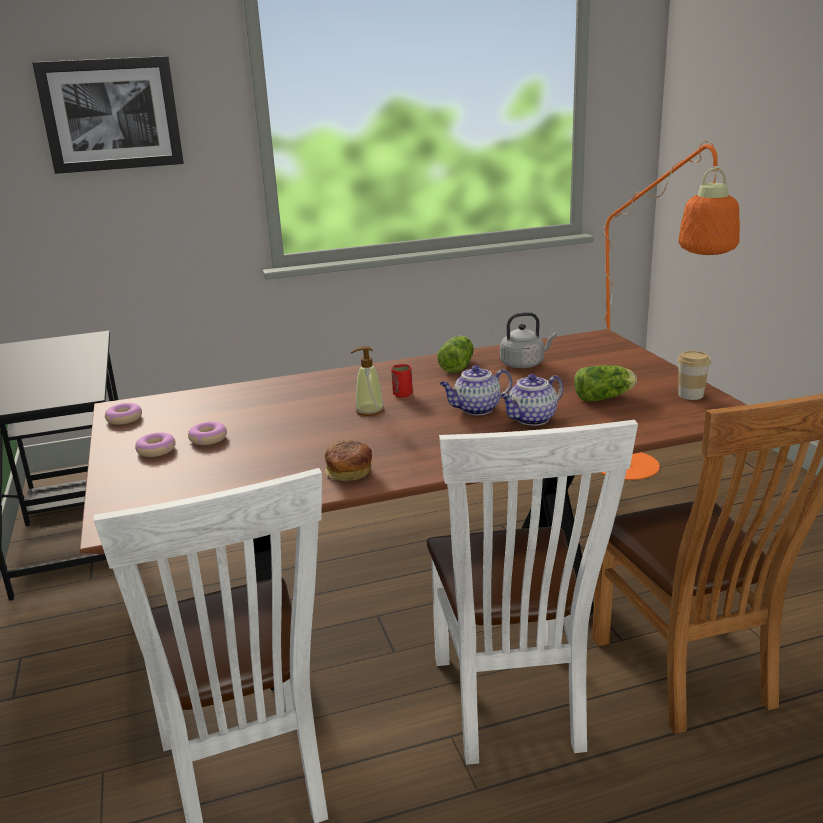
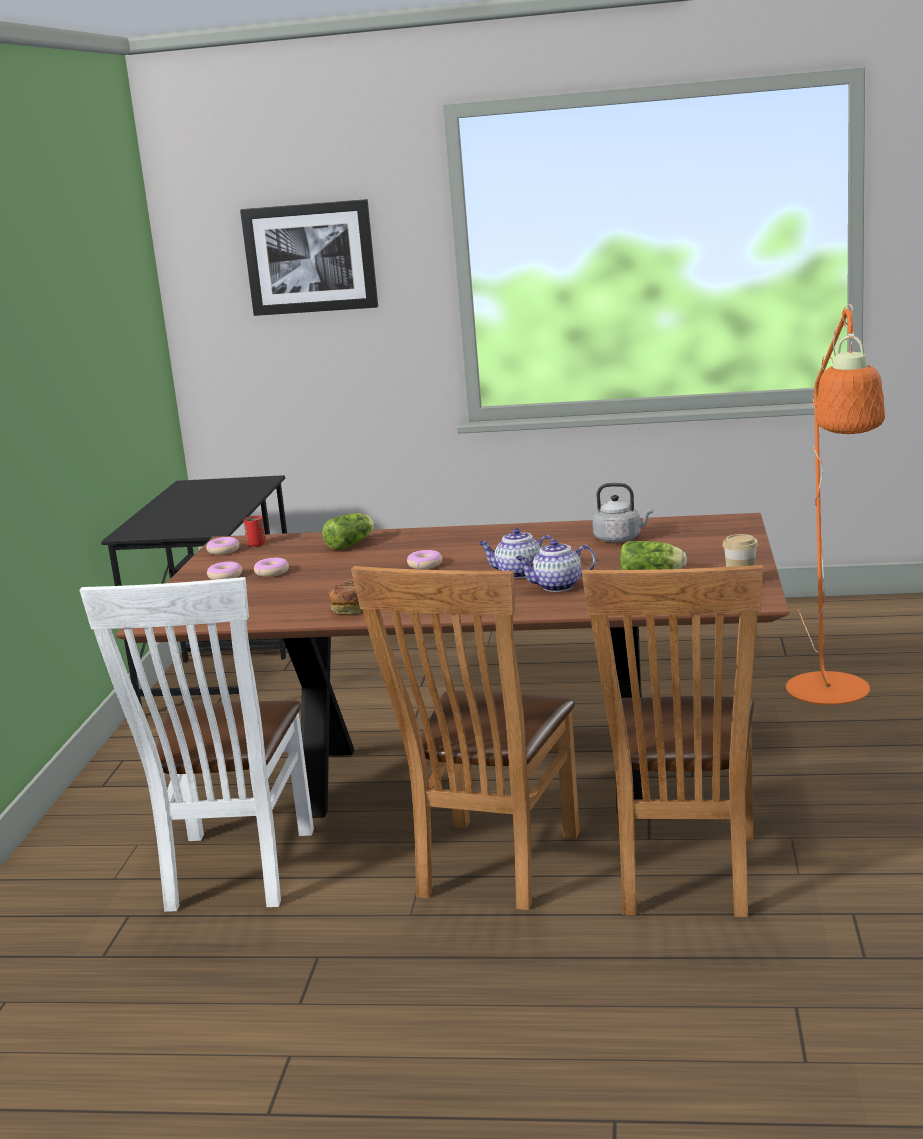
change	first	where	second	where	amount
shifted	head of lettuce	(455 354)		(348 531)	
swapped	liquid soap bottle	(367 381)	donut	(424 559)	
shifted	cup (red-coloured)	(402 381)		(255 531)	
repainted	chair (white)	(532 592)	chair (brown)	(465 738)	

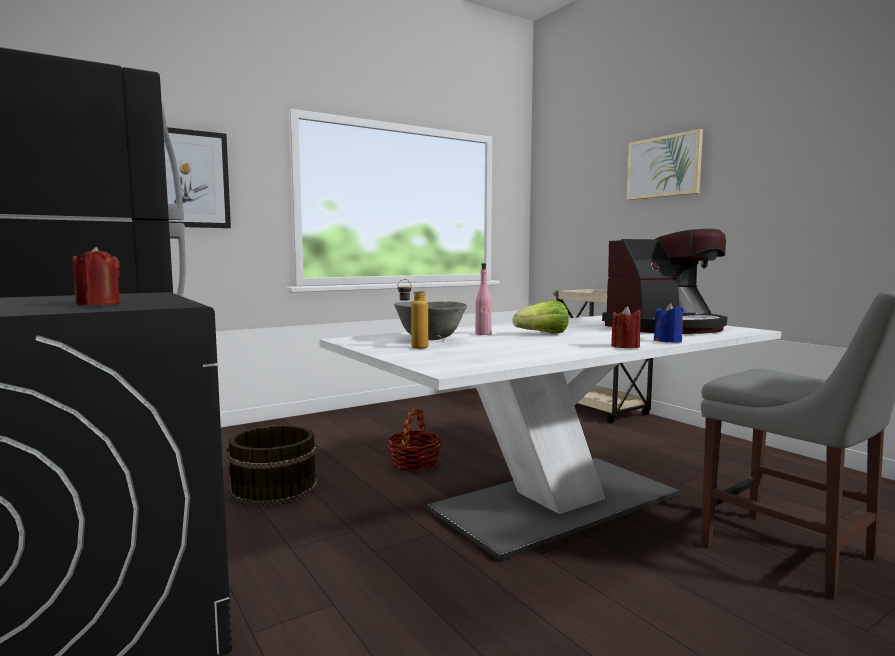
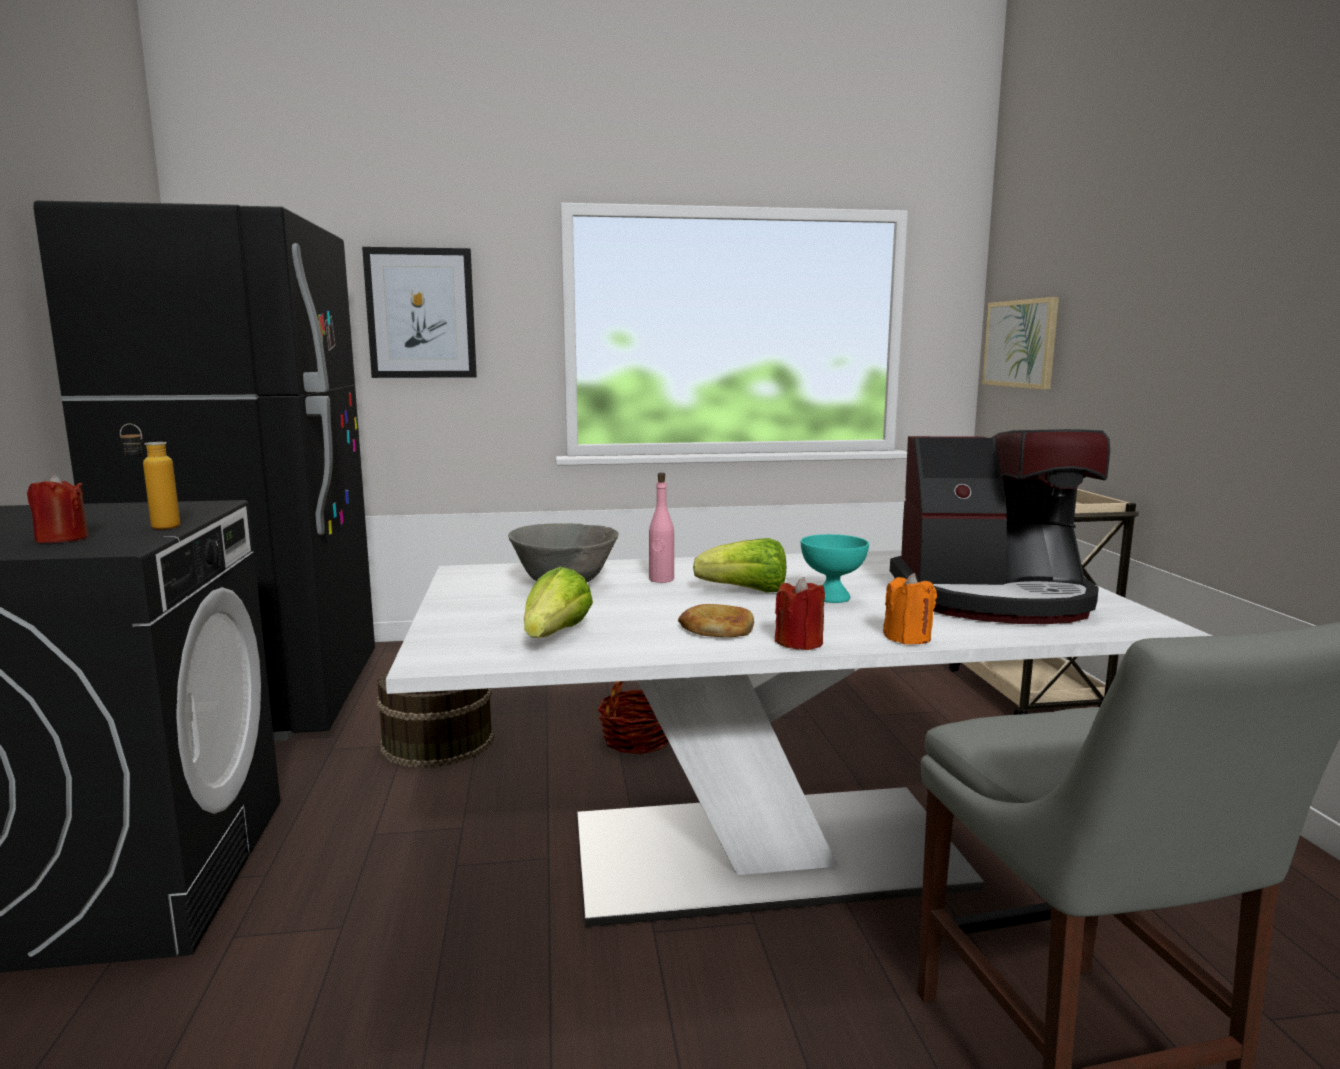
change	first	where	second	where	amount
shifted	picture	(665 164)		(1020 343)	
shifted	beverage bottle	(412 314)		(150 476)	
repainted	wax light (blue)	(668 323)	wax light (orangey)	(910 608)	
new			serving bowl (blue-green)	(835 568)	
new			head of lettuce	(558 602)	
new			baked bread	(716 620)	

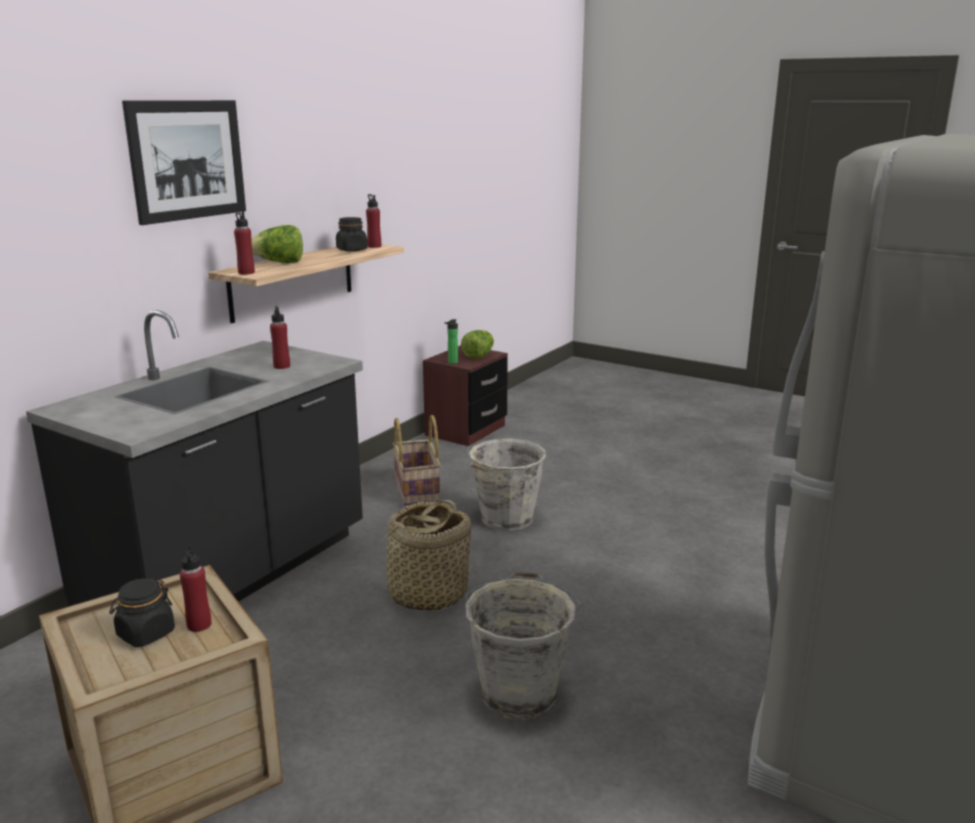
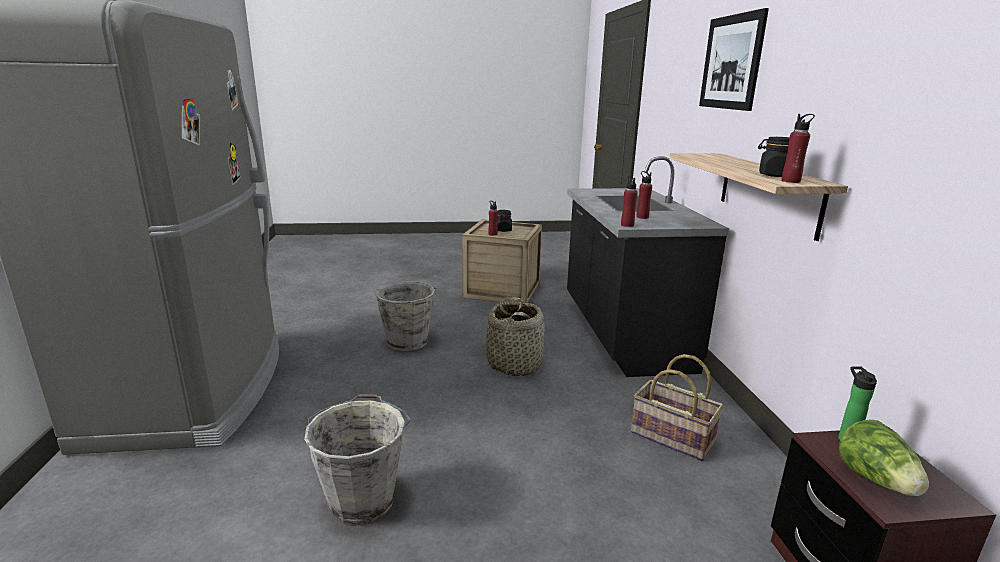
change	first	where	second	where	amount
shifted	beverage bottle (red-coloured)	(244 243)		(629 201)	
gone	head of lettuce	(277 244)			
shifted	water bucket (greyish)	(506 485)		(357 459)	

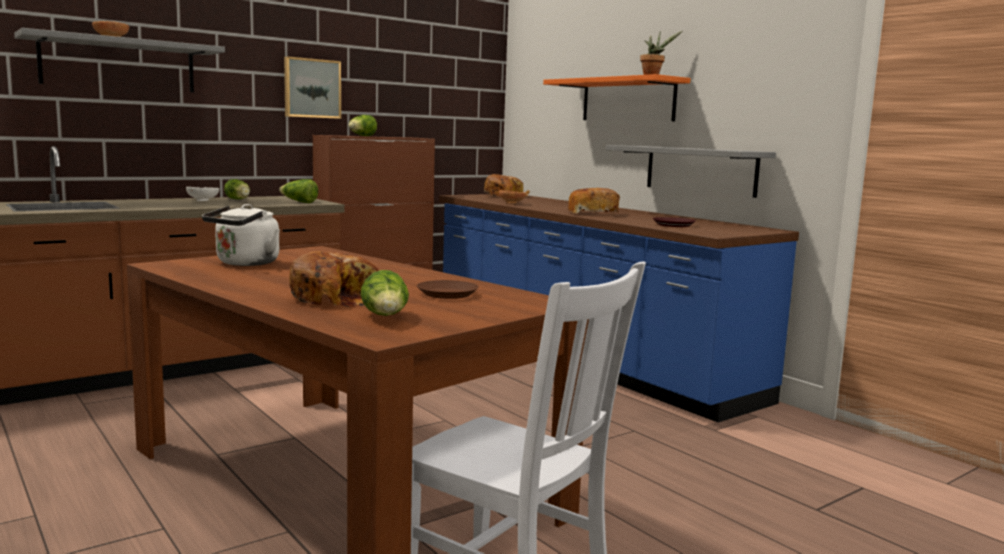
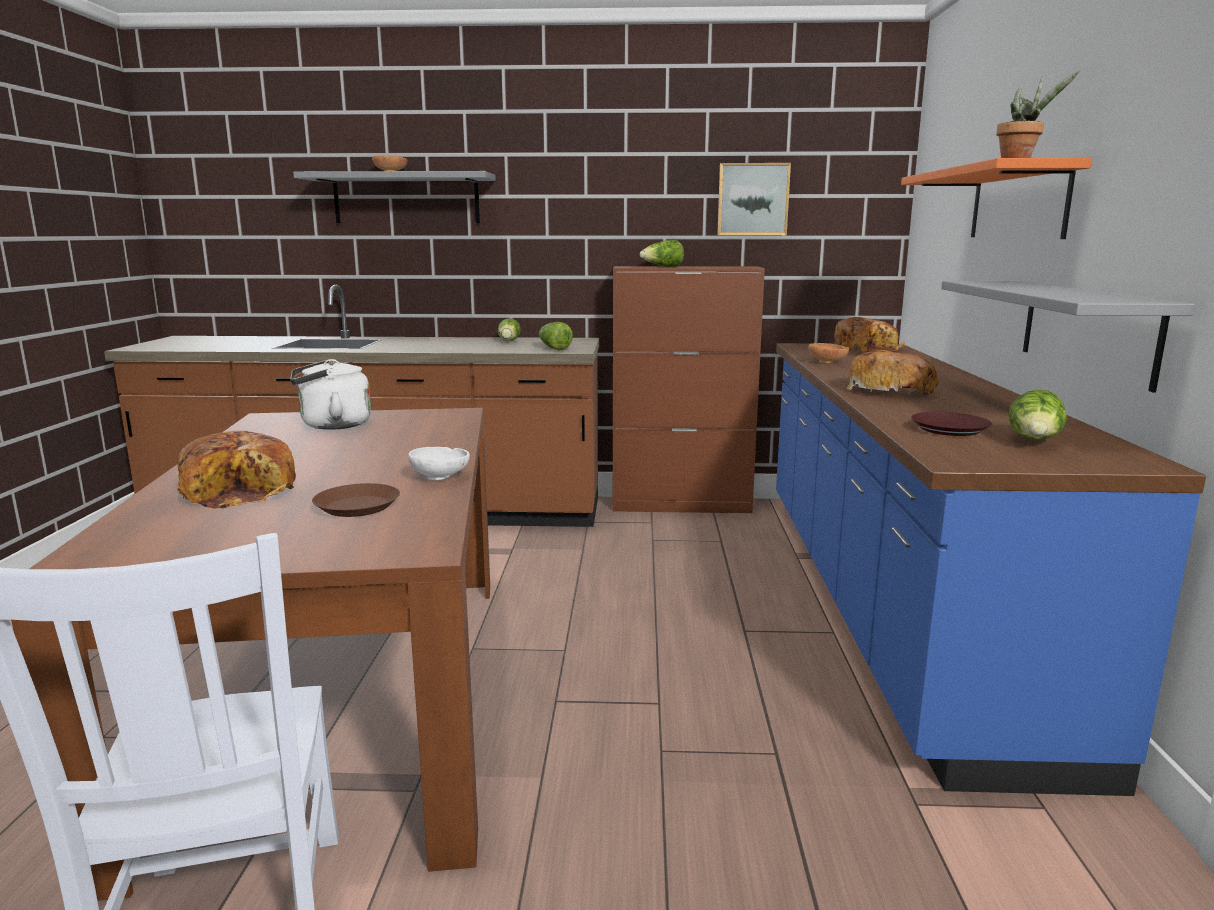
change	first	where	second	where	amount
shifted	picture	(312 87)		(754 199)	
shifted	serving bowl (white)	(202 194)		(439 463)	
shifted	head of lettuce	(385 293)		(1037 414)	

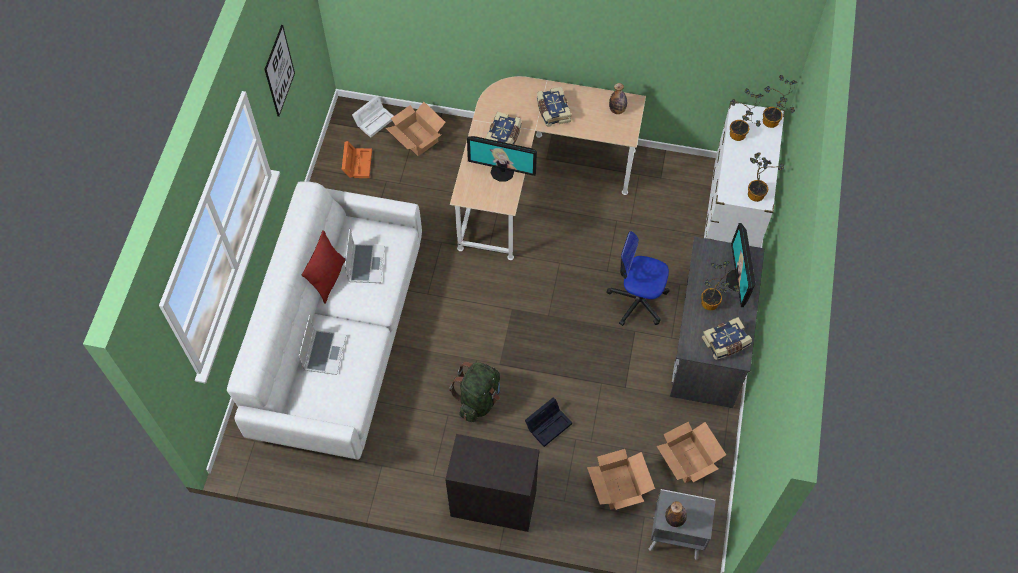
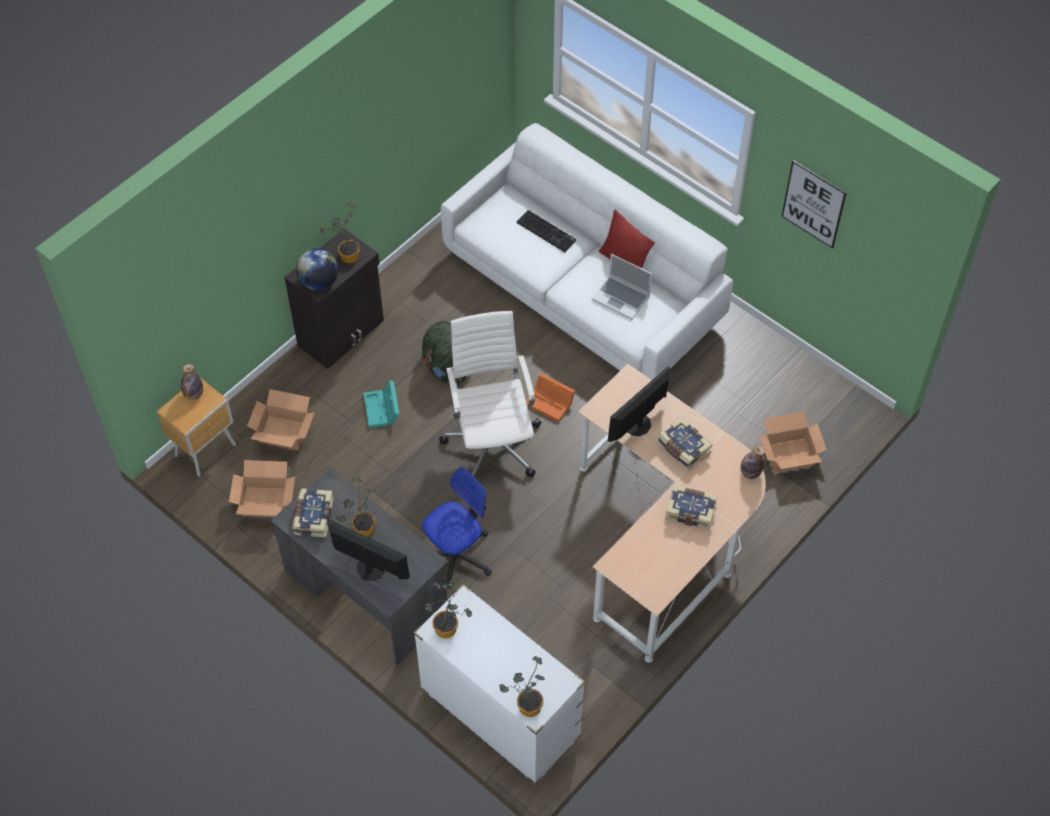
change	first	where	second	where	amount
shifted	beverage bottle	(618 98)		(752 462)	
shifted	plant in a pot	(746 114)		(340 233)	
gone	storage box (white)	(373 116)			
shifted	storage box (orangey)	(357 159)		(550 397)	
swapped	notebook computer	(322 345)	keyboard	(546 231)	
repainted	storage box (black)	(548 422)	storage box (blue-green)	(381 404)	
repainted	bedside table (greyish)	(682 524)	bedside table (brown)	(196 427)	
new			desk globe	(317 269)	
new			desk chair (white)	(490 394)	

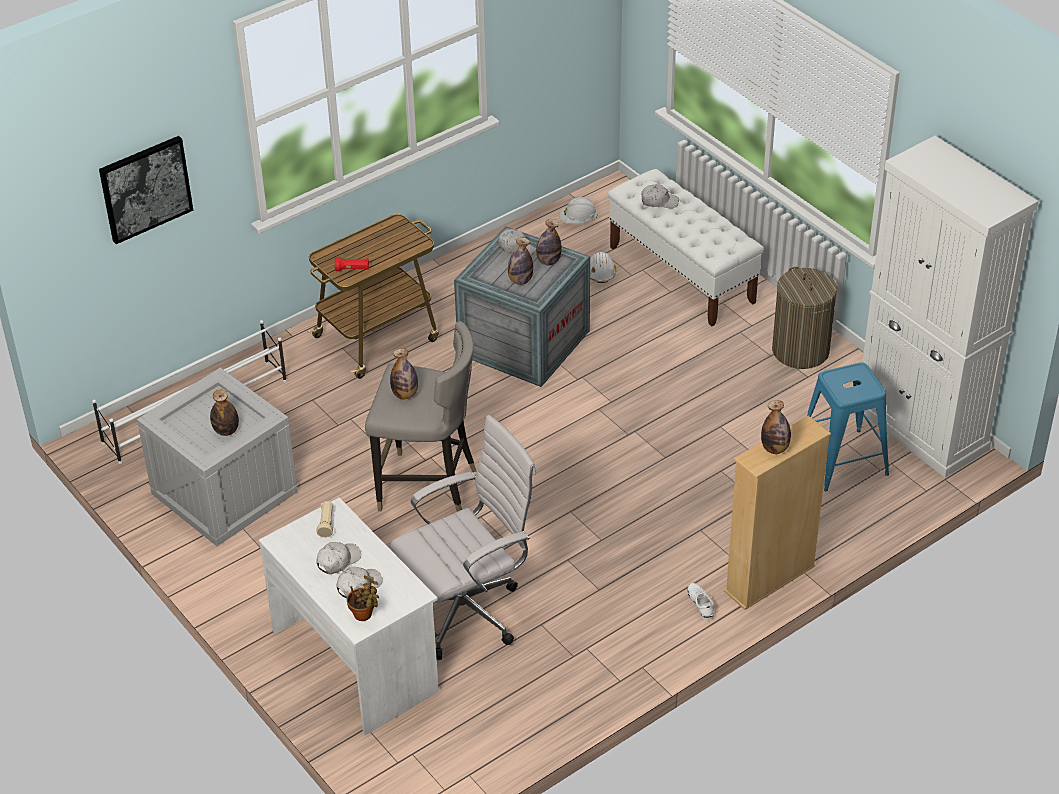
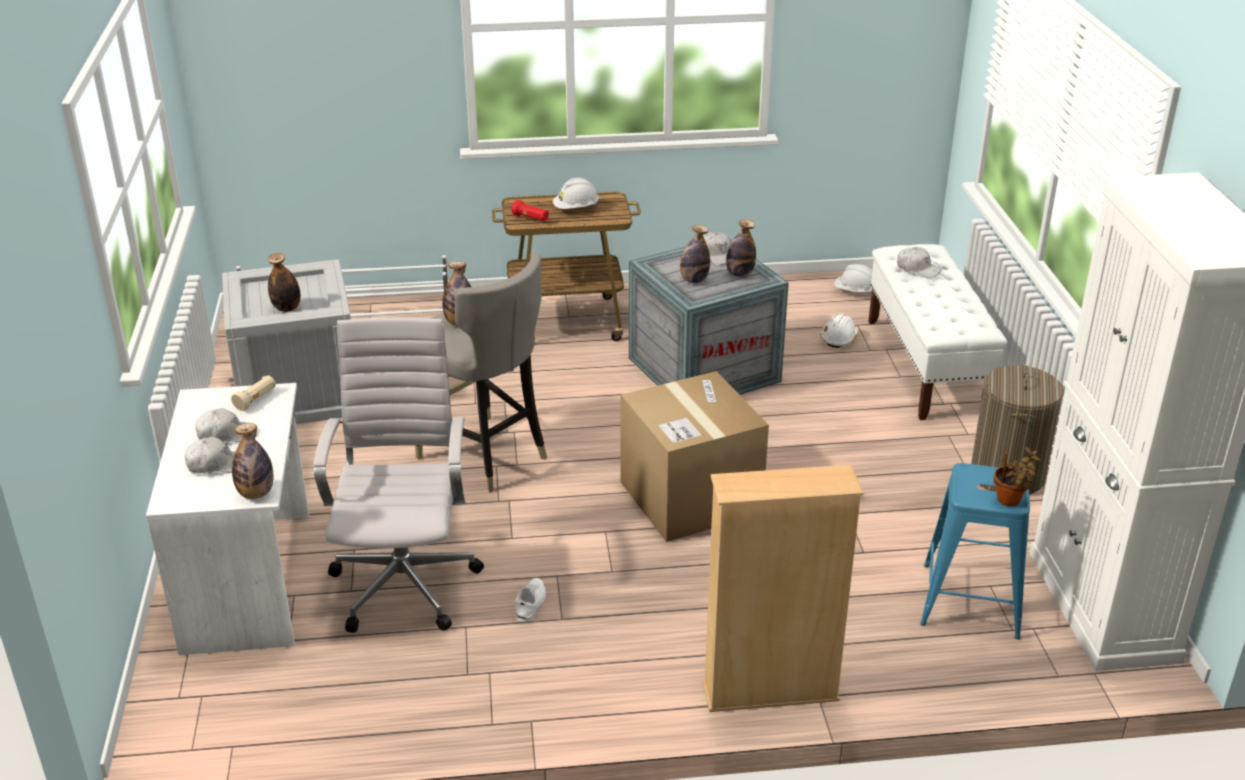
change	first	where	second	where	amount
gone	picture	(146 190)			
shifted	beverage bottle	(776 427)		(252 461)	
rotated	desk chair (white)	(463 537)		(398 475)	90 degrees counterclockwise
shifted	plant in a pot	(363 598)		(1017 476)	
shifted	shoe (white)	(700 601)		(530 600)	
new			safety helmet (white)	(576 193)	
new			packing box	(694 456)	

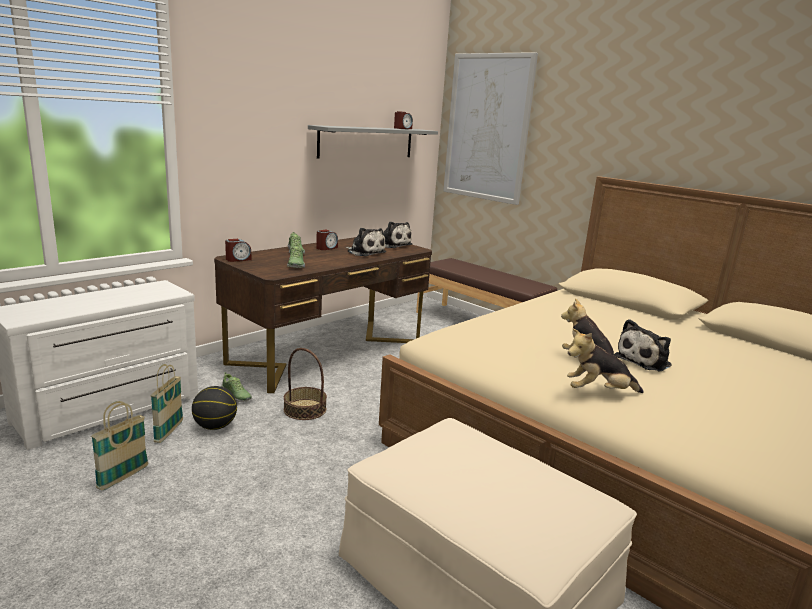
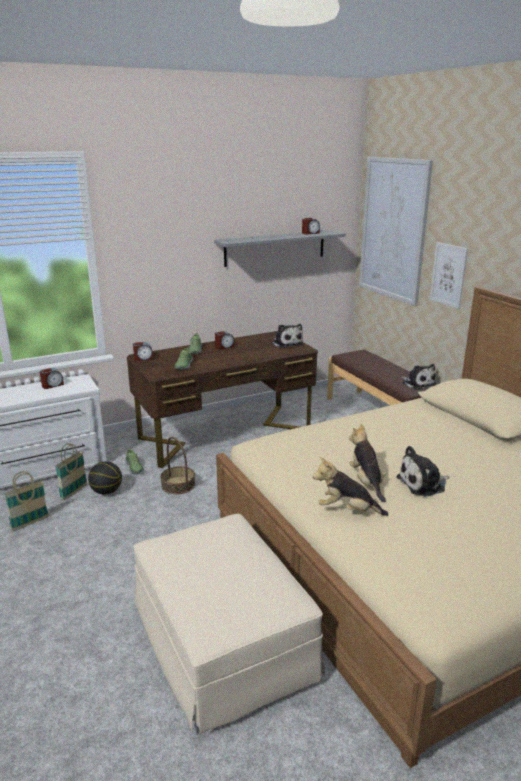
change	first	where	second	where	amount
shifted	cuddly toy	(365 242)		(418 377)	
new			picture	(449 275)	
new			alarm clock	(52 378)	

